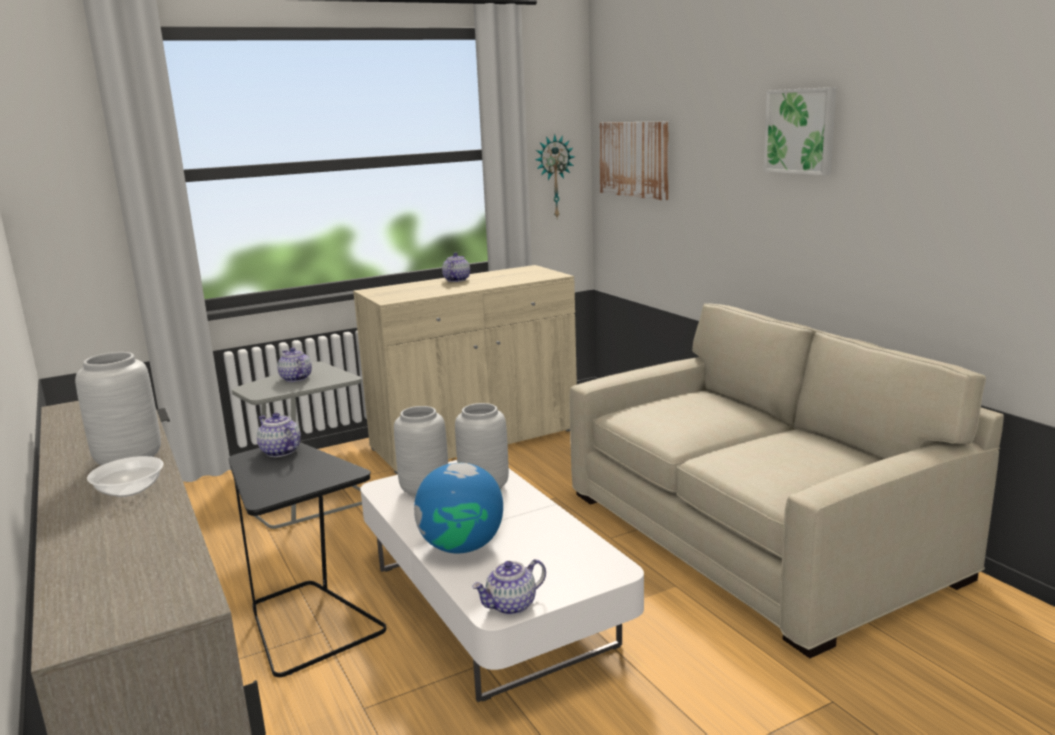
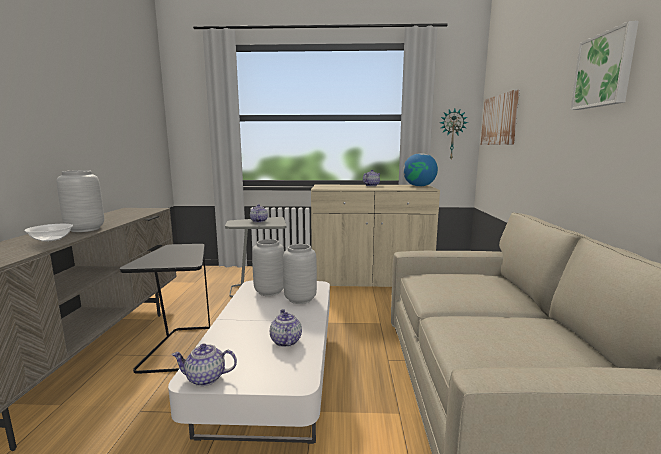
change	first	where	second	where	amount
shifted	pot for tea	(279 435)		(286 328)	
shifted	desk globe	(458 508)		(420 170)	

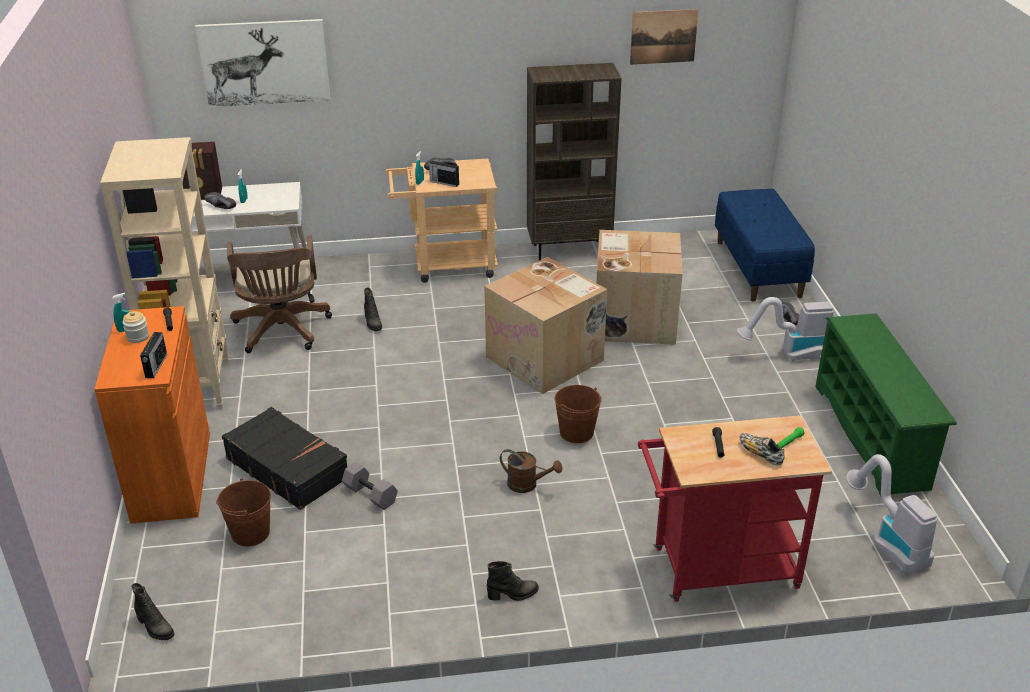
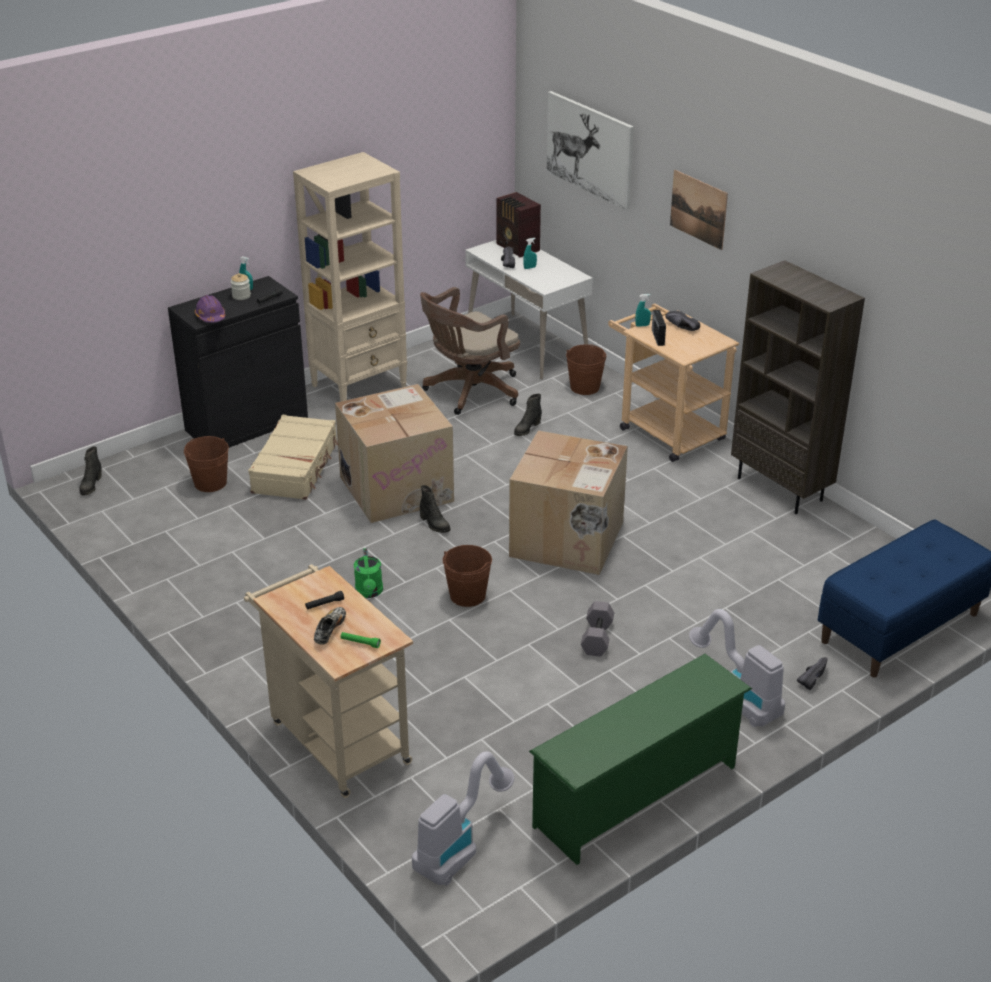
change	first	where	second	where	amount
shifted	picture	(664 37)		(699 210)	
shifted	packing box	(639 287)		(394 453)	
repainted	cabinet (orangey)	(152 415)	cabinet (black)	(238 362)	
swapped	radio	(153 354)	safety helmet (purplish)	(210 309)	
repainted	suitcase (black)	(284 458)	suitcase (sand-coloured)	(293 457)	
repainted	cart (red-coloured)	(735 508)	cart (sand-coloured)	(328 681)	
repainted	watering pot (brown)	(531 471)	watering pot (green-coloured)	(368 573)	
shifted	free weight (greyish)	(370 486)		(597 629)	
shifted	high-top boot (black)	(513 580)		(435 509)	
new			water bucket (brown)	(586 369)	

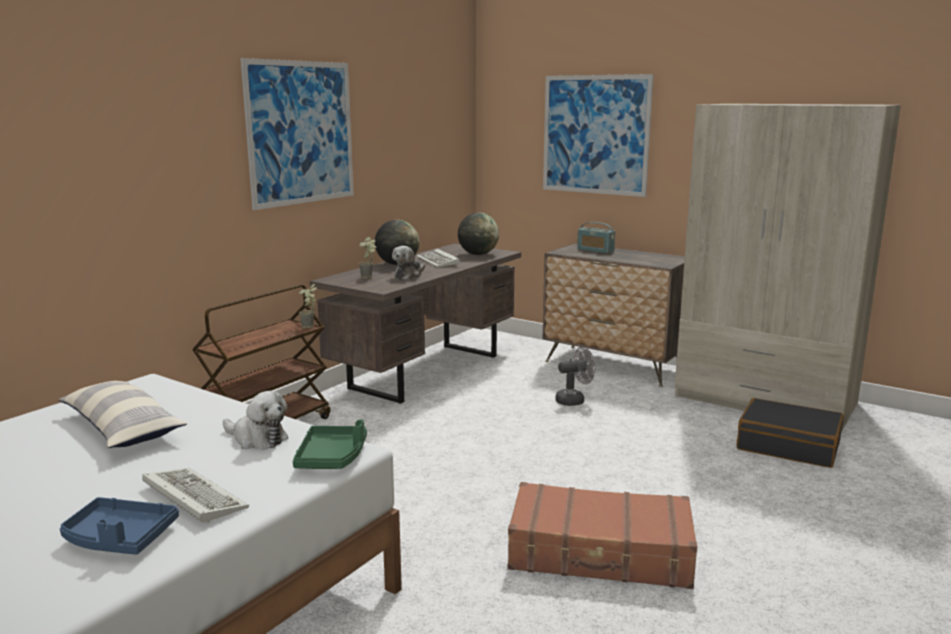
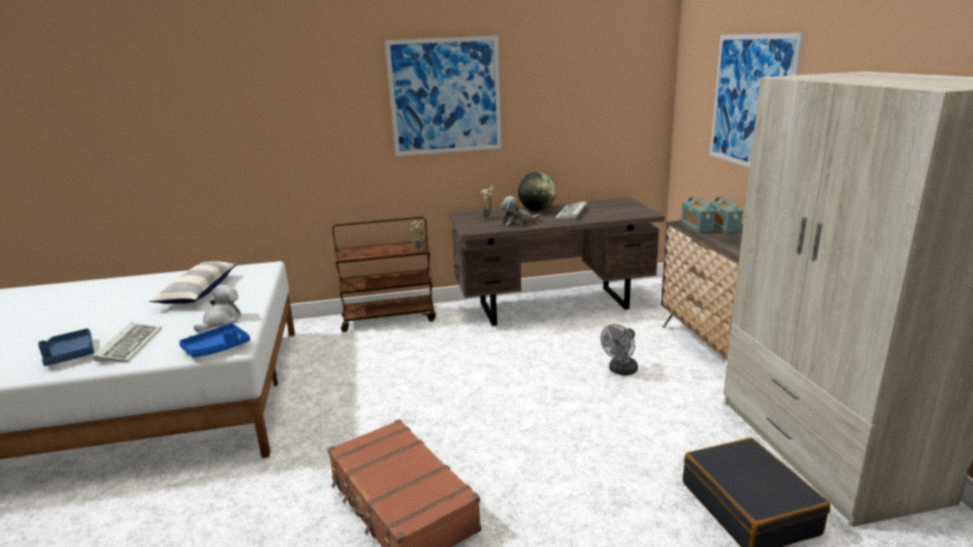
change	first	where	second	where	amount
gone	desk globe	(478 233)			
rotated	fan (greyish)	(575 376)		(619 350)	105 degrees clockwise
rotated	cuddly toy	(255 420)		(217 308)	135 degrees counterclockwise
repainted	carrying tray (green-coloured)	(330 444)	carrying tray (blue)	(214 340)	
new			radio	(698 215)	

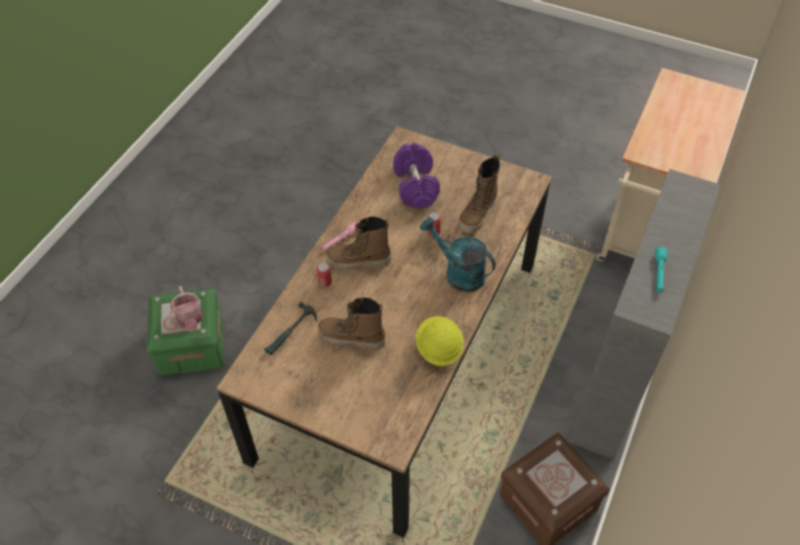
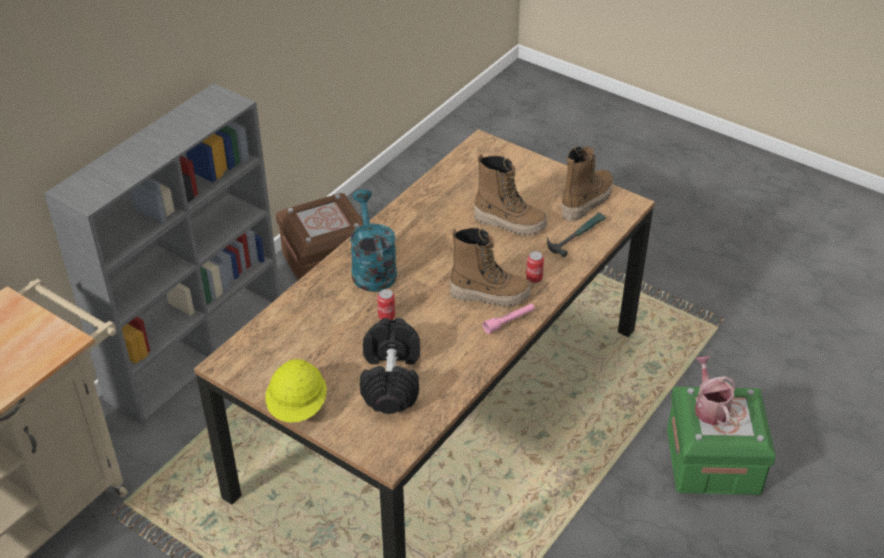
change	first	where	second	where	amount
repainted	free weight (purplish)	(416 176)	free weight (black)	(390 366)	
shifted	high-top boot	(479 193)		(587 183)	
rotated	watering pot (blue-green)	(458 254)		(373 240)	150 degrees counterclockwise
gone	hand torch (blue-green)	(661 269)			
shifted	safety helmet (yellow)	(440 341)		(296 391)	

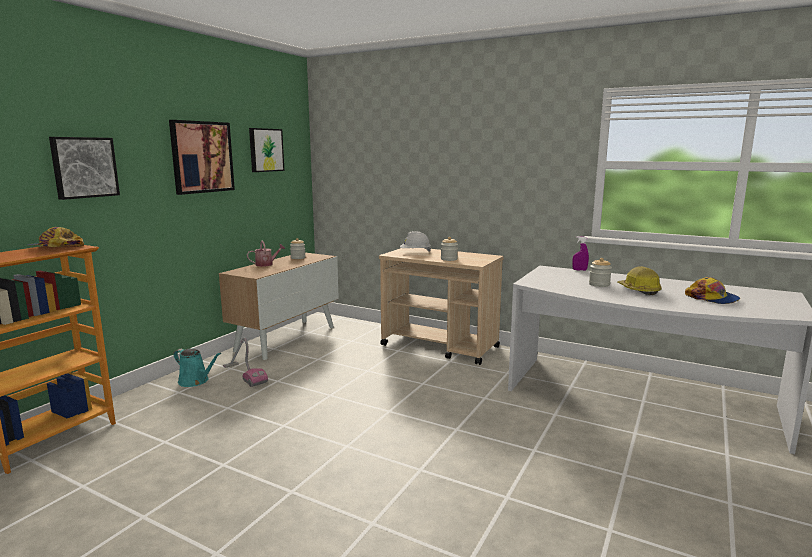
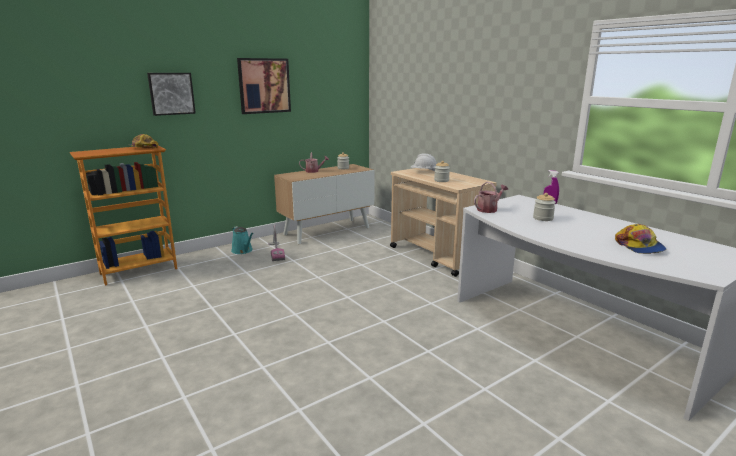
change	first	where	second	where	amount
gone	picture	(266 150)			
gone	safety helmet	(639 280)			
new			watering pot	(491 197)	

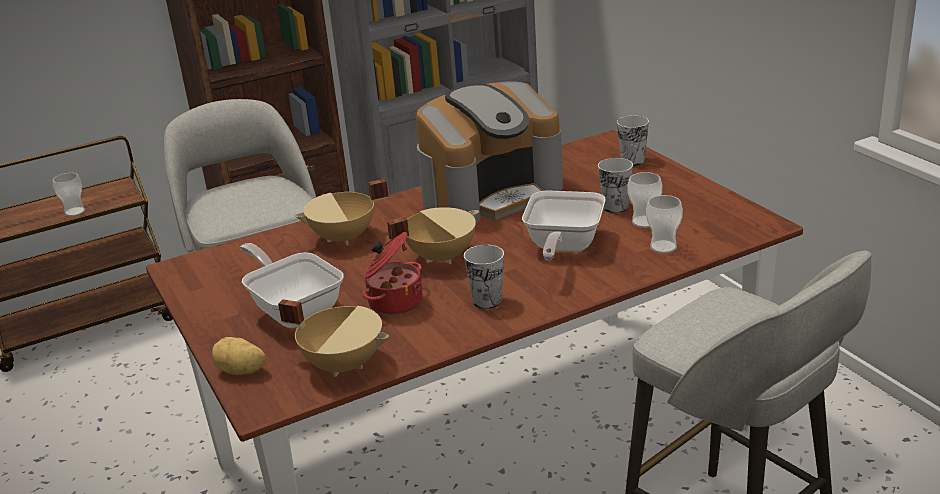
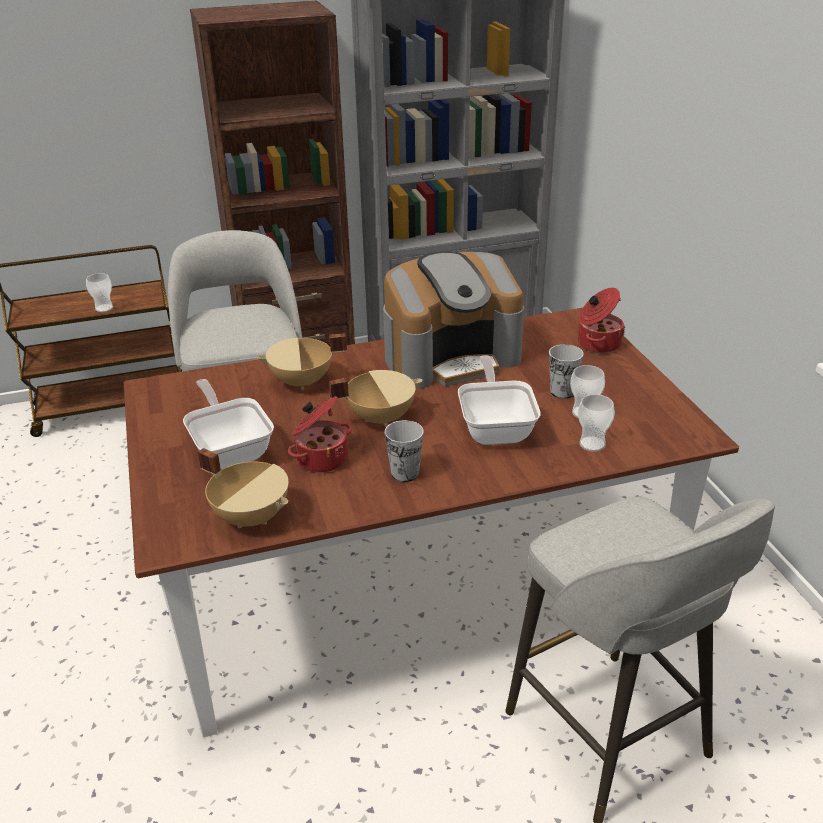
change	first	where	second	where	amount
swapped	cup	(633 141)	cooking pot	(601 320)	
rotated	pan	(564 225)		(499 400)	150 degrees clockwise
gone	potato	(239 356)			

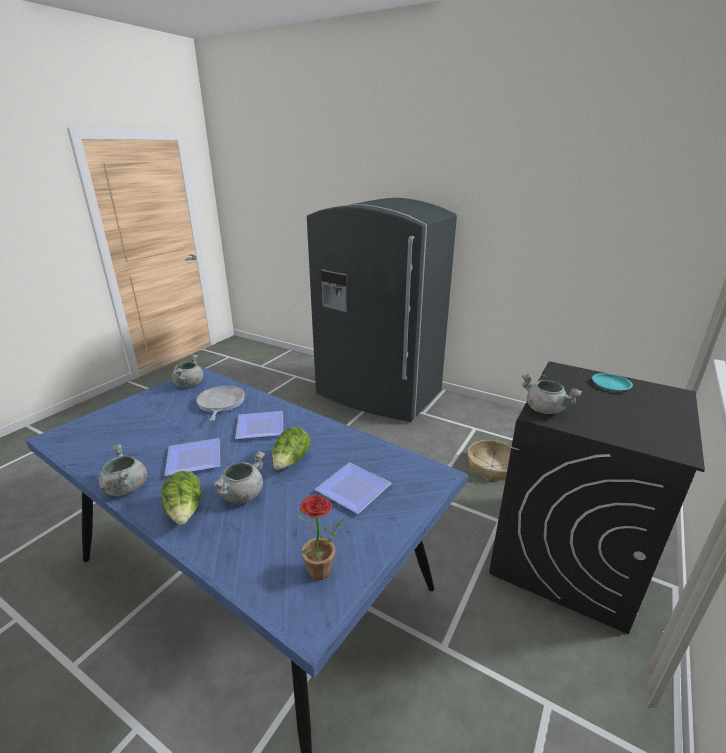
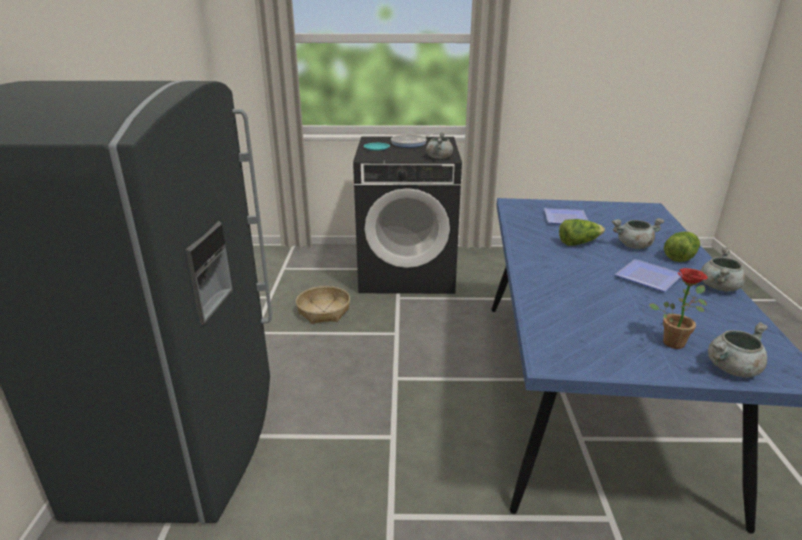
change	first	where	second	where	amount
shifted	cooking pot (greyish)	(188 370)		(738 349)	
shifted	pan	(221 403)		(414 140)	
gone	flat dish	(259 425)			
shifted	plant in a pot	(320 537)		(678 308)	

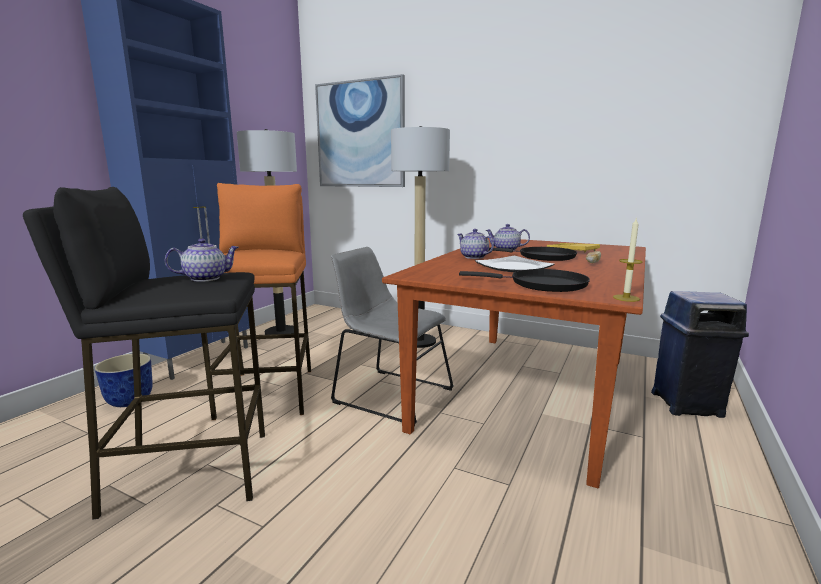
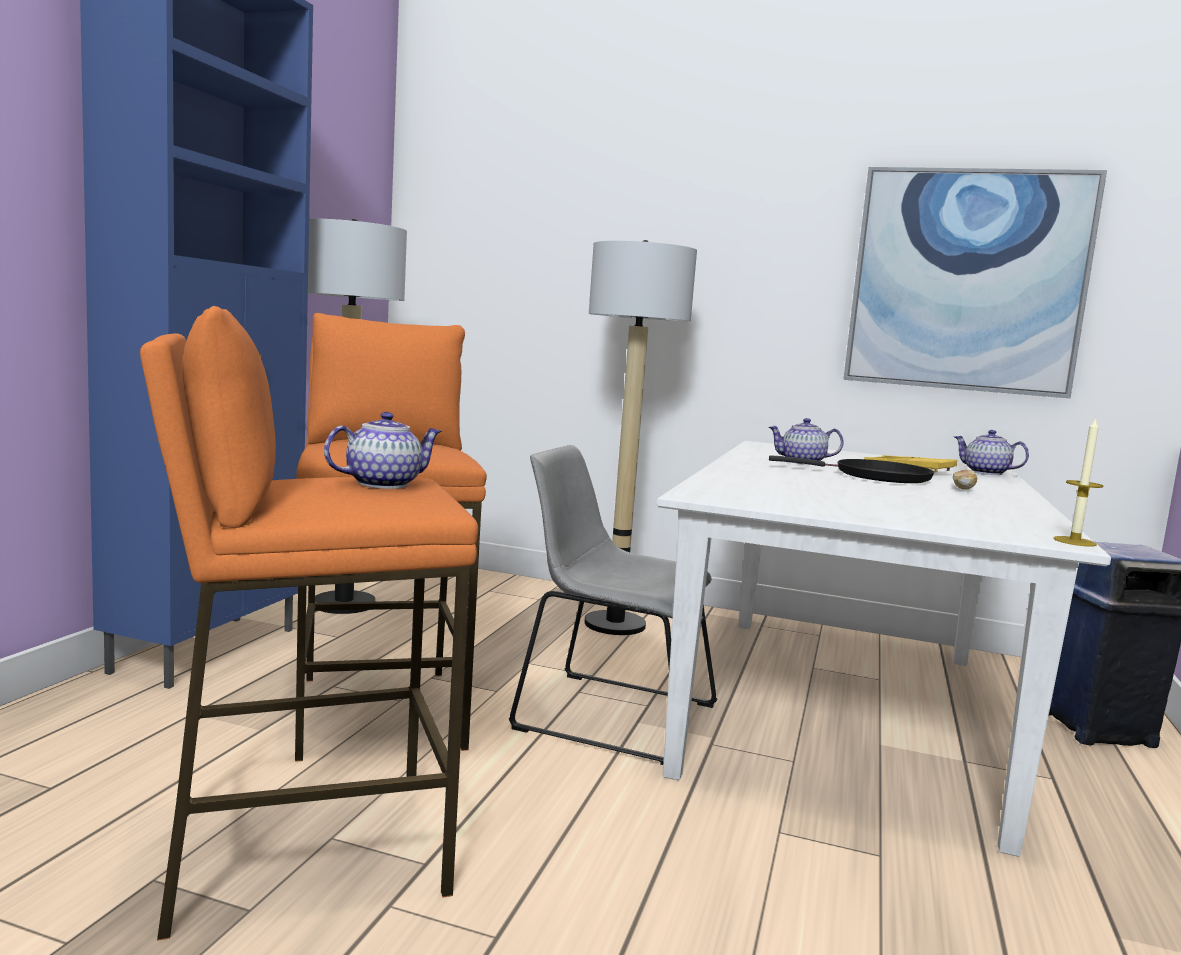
change	first	where	second	where	amount
shifted	picture	(360 130)		(975 282)	
repainted	stool (black)	(144 353)	stool (orangey)	(309 623)	
shifted	pot for tea	(475 244)		(992 452)	
repainted	dining table (brown)	(514 363)	dining table (white)	(884 649)	
gone	flat dish	(515 264)			
gone	pan (black)	(524 280)			
gone	flower pot	(123 380)			

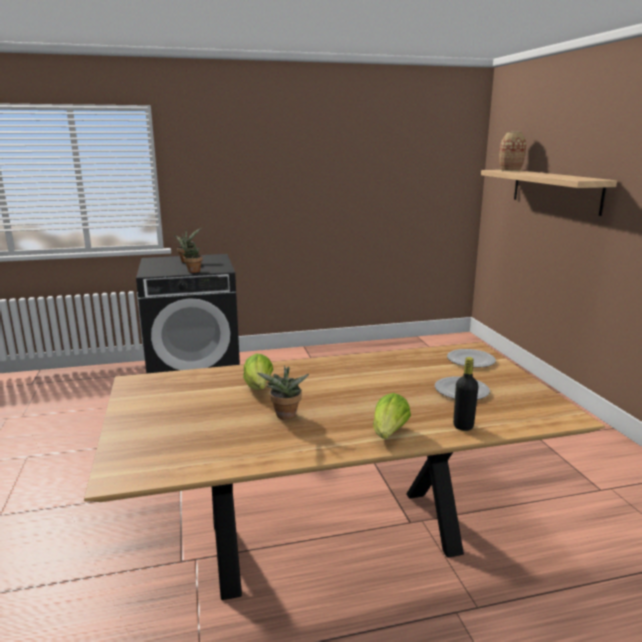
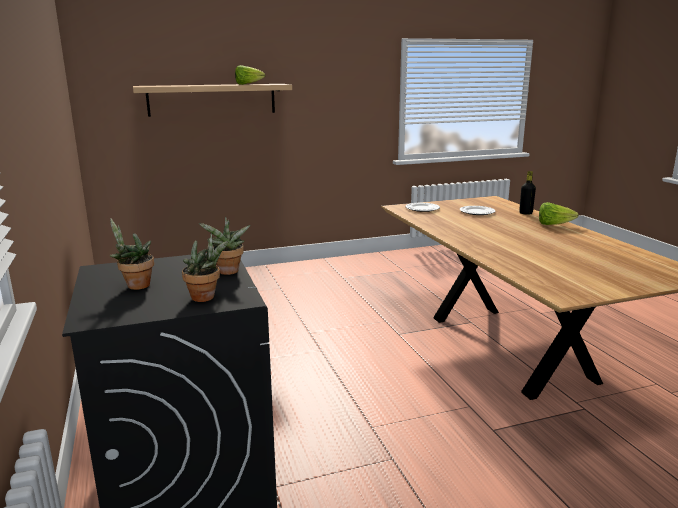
change	first	where	second	where	amount
gone	flower vase	(512 151)			
shifted	head of lettuce	(258 371)		(250 75)	
shifted	plant in a pot	(283 393)		(205 267)	

